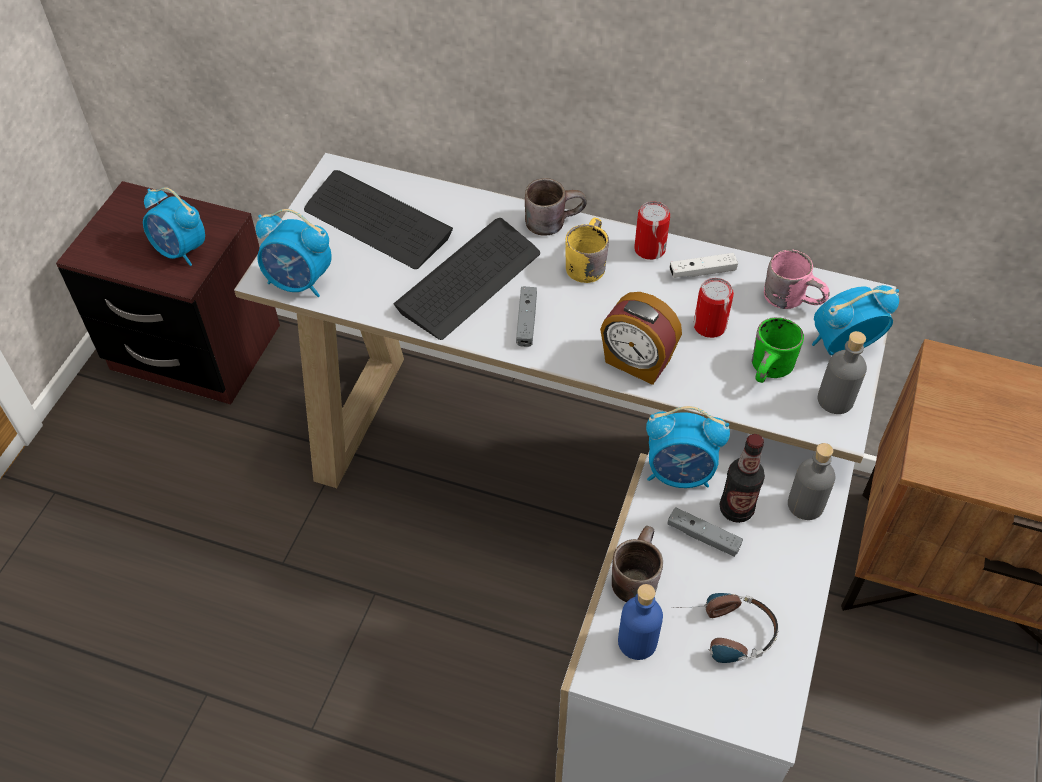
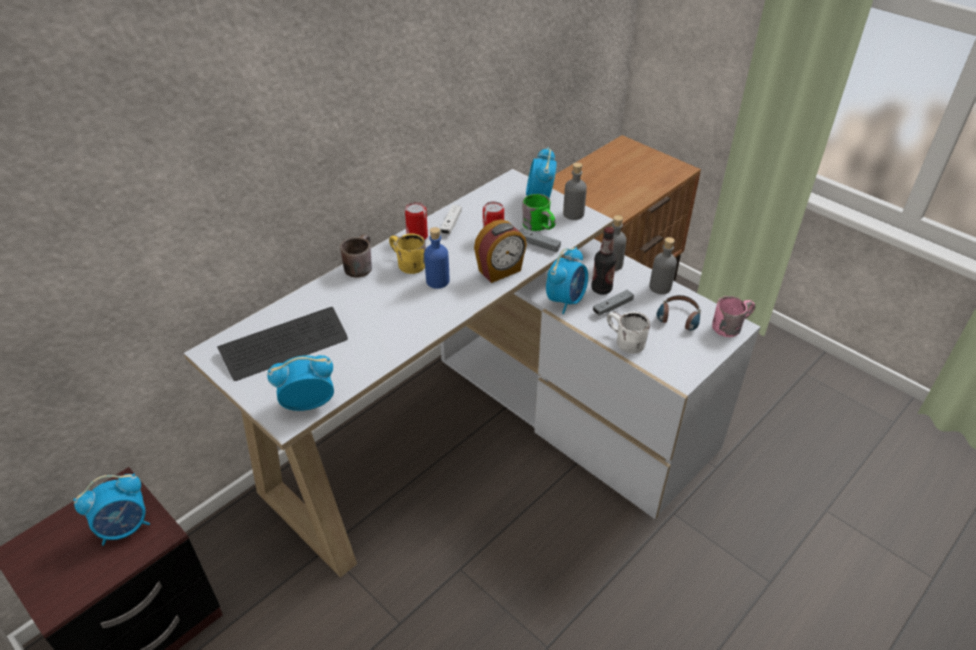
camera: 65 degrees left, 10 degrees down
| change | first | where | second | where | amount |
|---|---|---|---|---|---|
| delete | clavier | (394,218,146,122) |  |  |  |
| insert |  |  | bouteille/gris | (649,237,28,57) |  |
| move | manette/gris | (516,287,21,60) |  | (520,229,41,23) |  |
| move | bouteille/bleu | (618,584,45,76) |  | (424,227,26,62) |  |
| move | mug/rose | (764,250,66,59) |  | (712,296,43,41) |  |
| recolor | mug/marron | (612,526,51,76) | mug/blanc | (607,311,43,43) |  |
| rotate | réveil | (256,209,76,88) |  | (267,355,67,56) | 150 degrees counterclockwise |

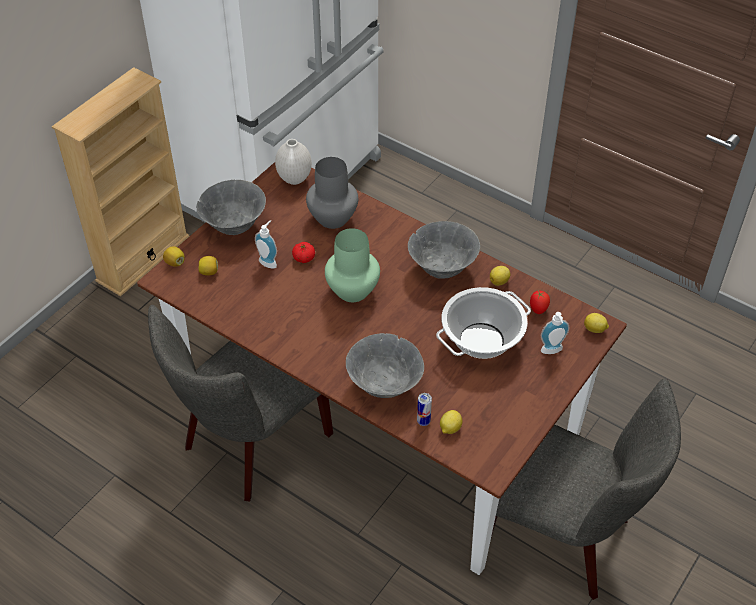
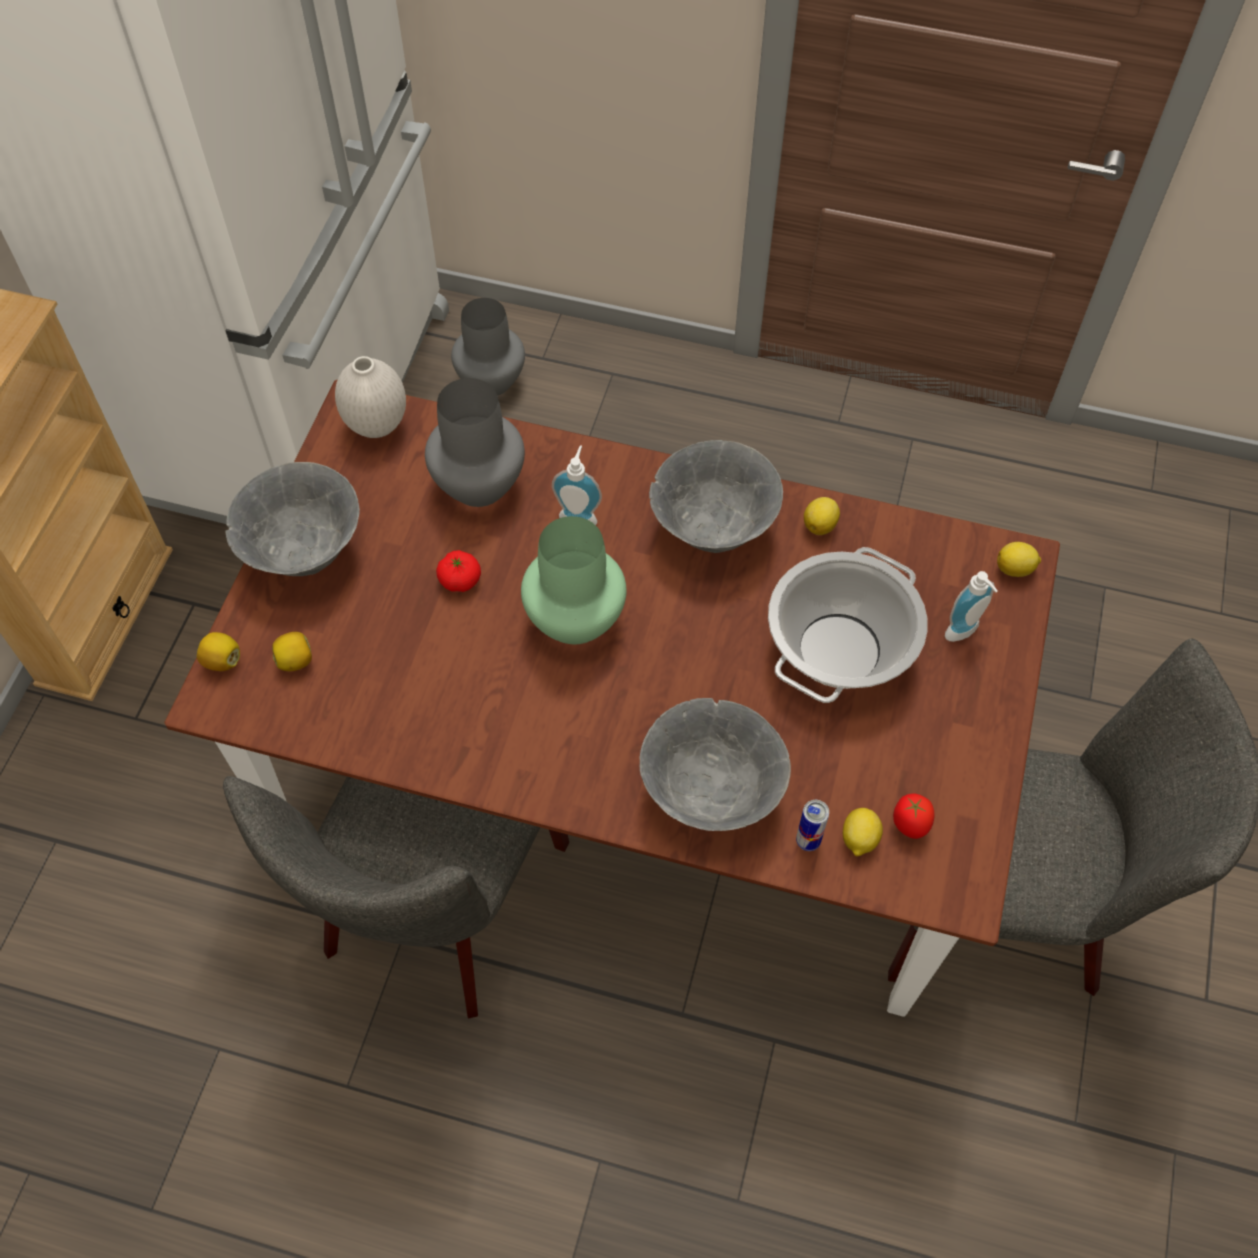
camera: 20 degrees left, 10 degrees up
| change | first | where | second | where | amount |
|---|---|---|---|---|---|
| insert |  |  | vase/gris | (451,298,74,98) |  |
| move | distributeur de savon | (255,220,22,49) |  | (552,445,50,80) |  |
| move | tomate | (530,291,20,23) |  | (893,794,42,45) |  |

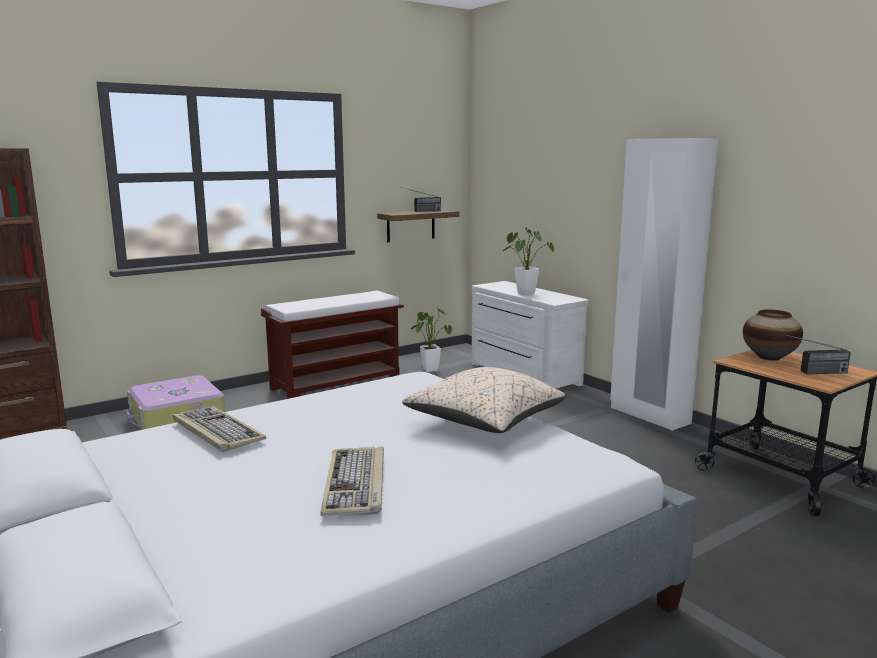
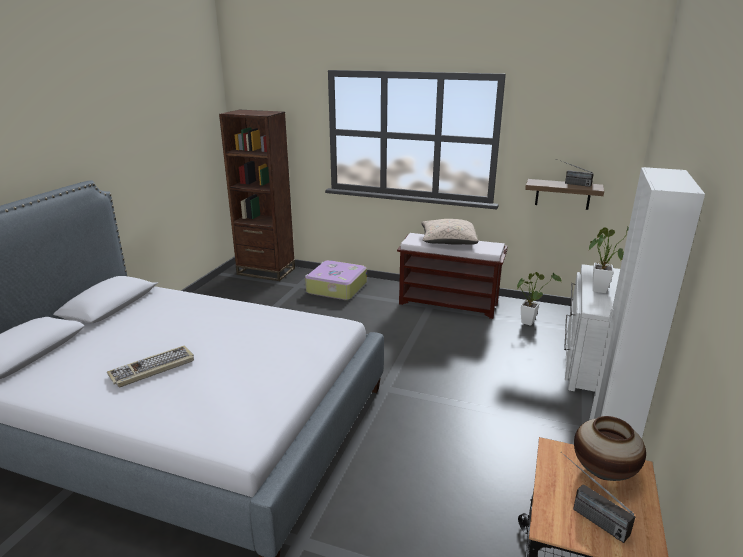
camera: 55 degrees right, 10 degrees up
| change | first | where | second | where | amount |
|---|---|---|---|---|---|
| delete | clavier | (173,406,93,46) |  |  |  |
| move | coussin/beige | (402,367,164,66) |  | (421,219,57,26) |  |

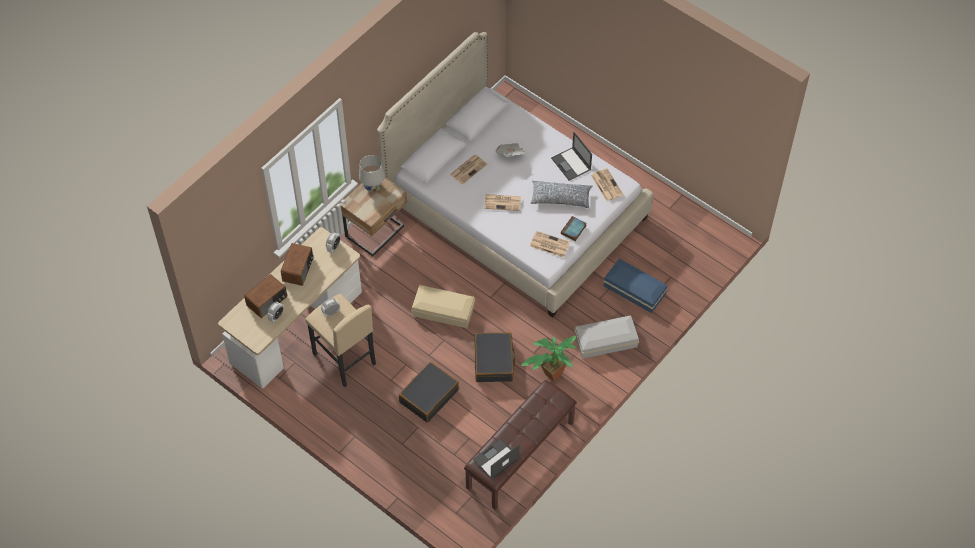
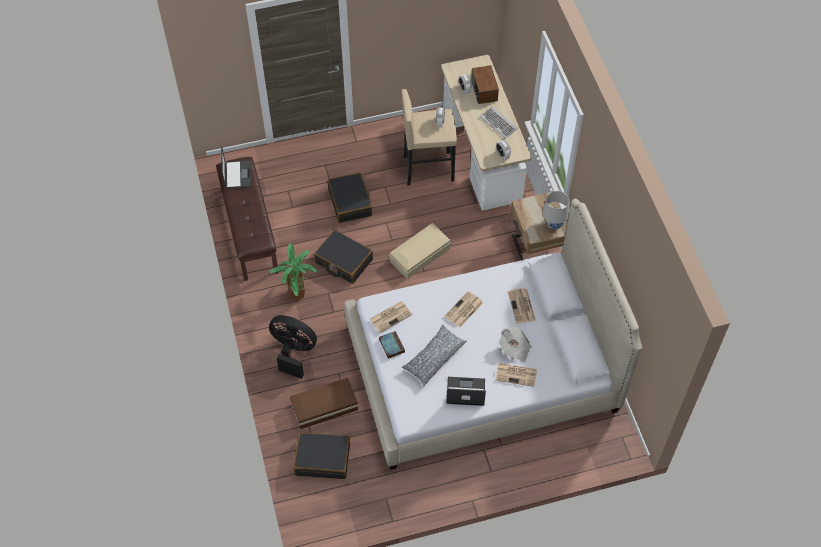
camera: 125 degrees right, 0 degrees up
| change | first | where | second | where | amount |
|---|---|---|---|---|---|
| insert |  |  | valise/noir | (294,432,56,47) |  |
| move | journal | (591,168,32,33) |  | (495,363,42,24) |  |
| replace | radio | (281,243,33,43) | clavier | (480,106,38,32) |  |
| replace | boîte de rangement/blanc | (574,315,65,44) | ventilateur/noir | (269,315,48,64) |  |
| recolor | boîte de rangement/bleu | (603,259,65,54) | boîte de rangement/marron | (290,378,69,51) |  |

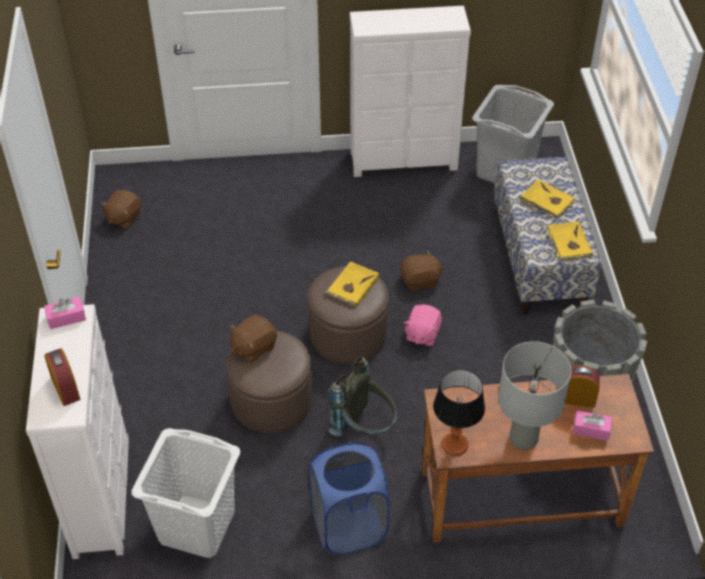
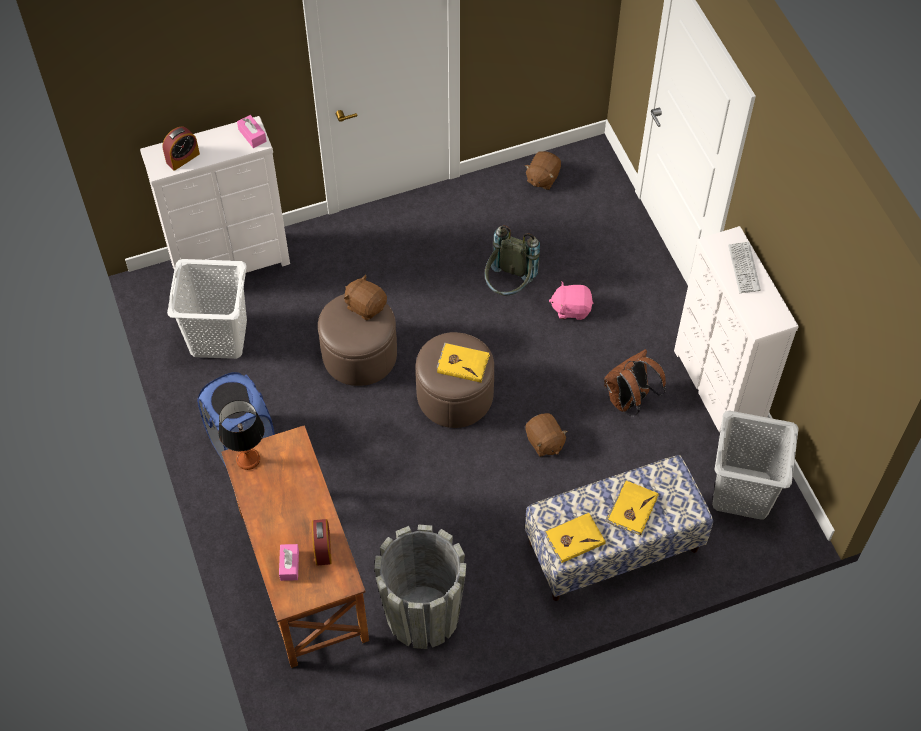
camera: 75 degrees right, 10 degrees up
| change | first | where | second | where | amount |
|---|---|---|---|---|---|
| delete | lampe de table/gris | (498,341,73,109) |  |  |  |
| insert |  |  | sac à dos/marron | (604,349,62,67) |  |
| insert |  |  | clavier | (728,242,33,51) |  |
| move | sac à dos/gris | (328,357,69,79) |  | (485,225,55,71) |  |
| move | peluche/rose | (403,304,39,42) |  | (549,281,44,39) |  |
| rotate | peluche/marron | (101,190,40,38) |  | (525,151,36,39) | 75 degrees counterclockwise |

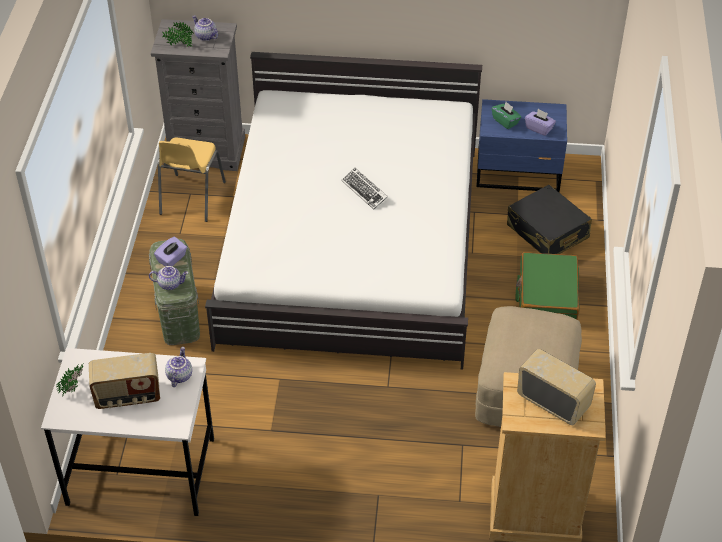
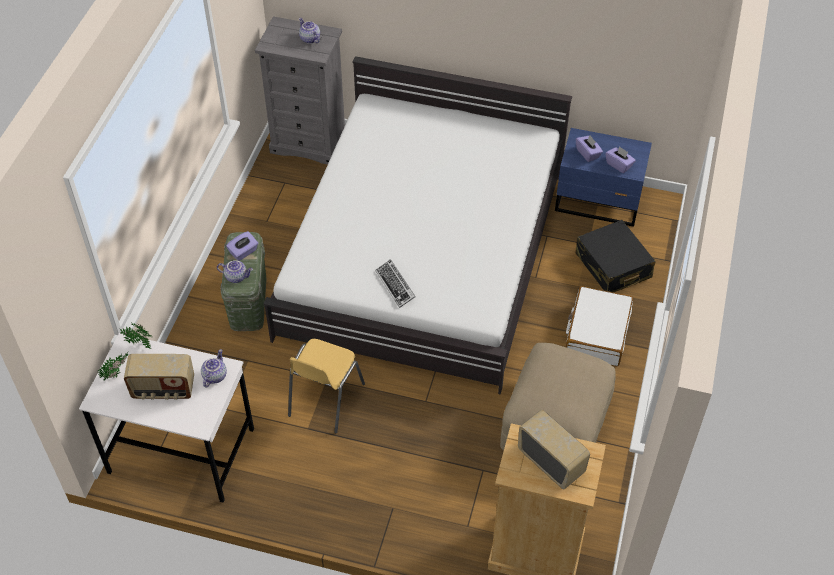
camera: 10 degrees right, 5 degrees up
| change | first | where | second | where | amount |
|---|---|---|---|---|---|
| move | chaise/jaune | (158,138,68,84) |  | (288,339,77,95) |  |
| move | plante en pot | (162,22,32,25) |  | (120,323,33,26) |  |
| move | clavier | (341,168,47,41) |  | (375,259,40,49) |  |
| recolor | boîte à mouchoirs/vert | (492,102,29,27) | boîte à mouchoirs/violet | (576,135,27,27) |  |
| recolor | valise/vert | (515,252,65,68) | valise/blanc | (566,286,67,80) |  |

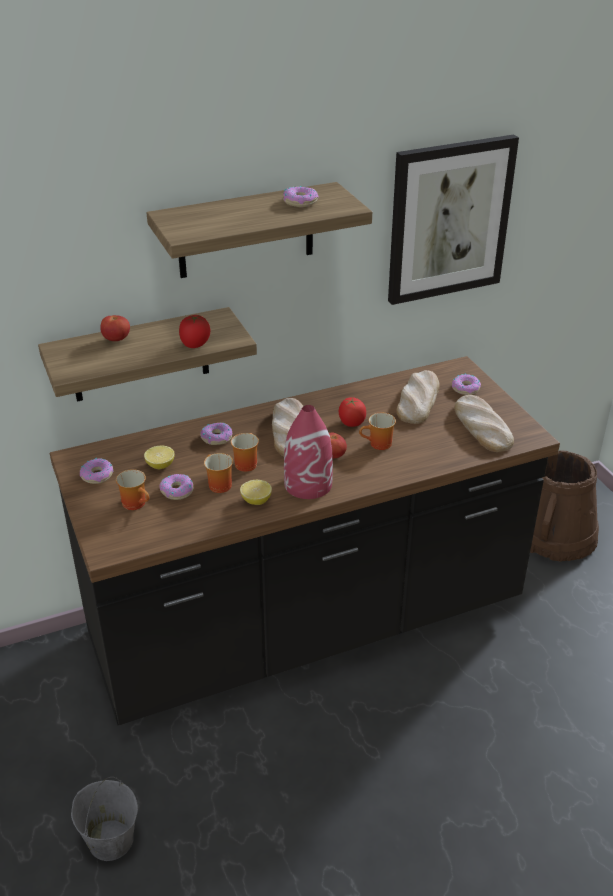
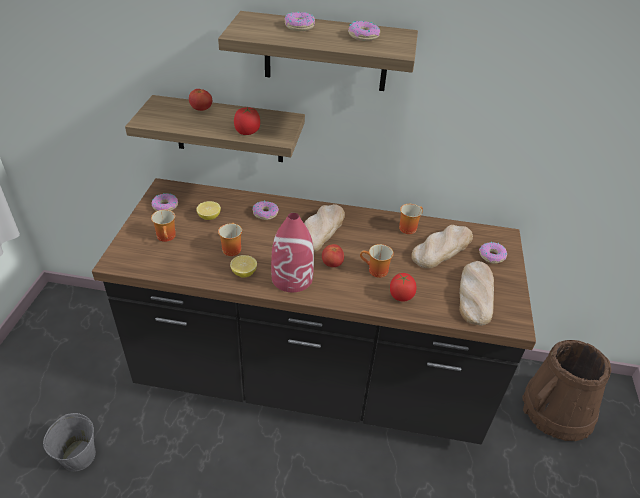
camera: 30 degrees right, 5 degrees up
| change | first | where | second | where | amount |
|---|---|---|---|---|---|
| delete | tableau | (388,134,131,171) |  |  |  |
| move | beignet | (159,474,34,26) |  | (284,12,31,19) |  |
| move | mug | (231,433,28,39) |  | (399,204,24,30) |  |
| move | tomate | (339,397,27,30) |  | (390,273,27,29) |  |

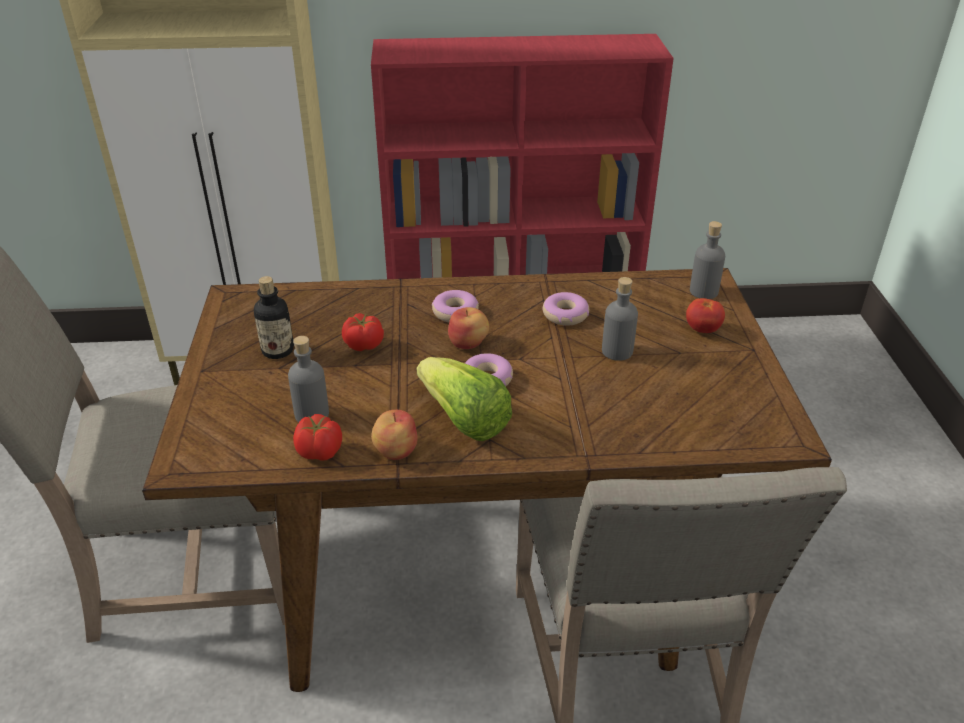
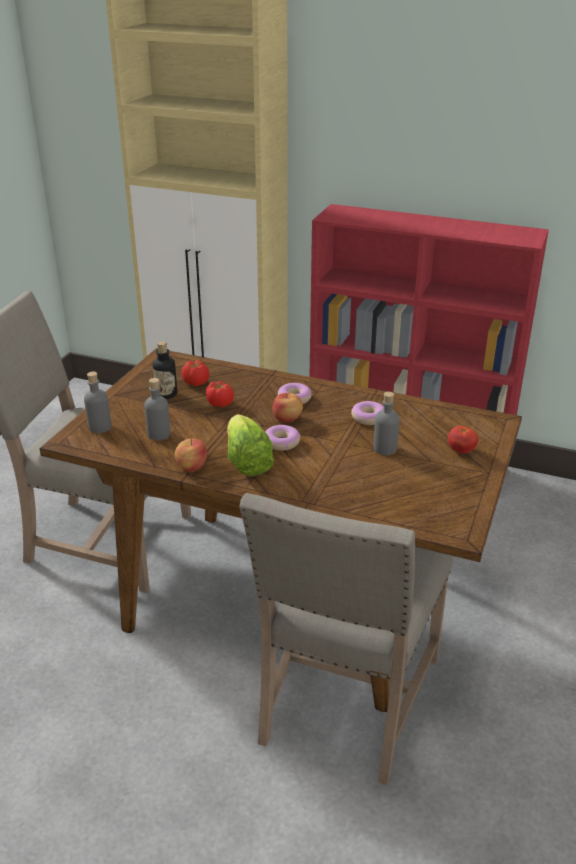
camera: 25 degrees right, 5 degrees down
| change | first | where | second | where | amount |
|---|---|---|---|---|---|
| move | tomate | (293,414,49,47) |  | (181,360,28,26) |  |
| move | bouteille/gris | (690,221,35,78) |  | (84,371,28,62) |  |

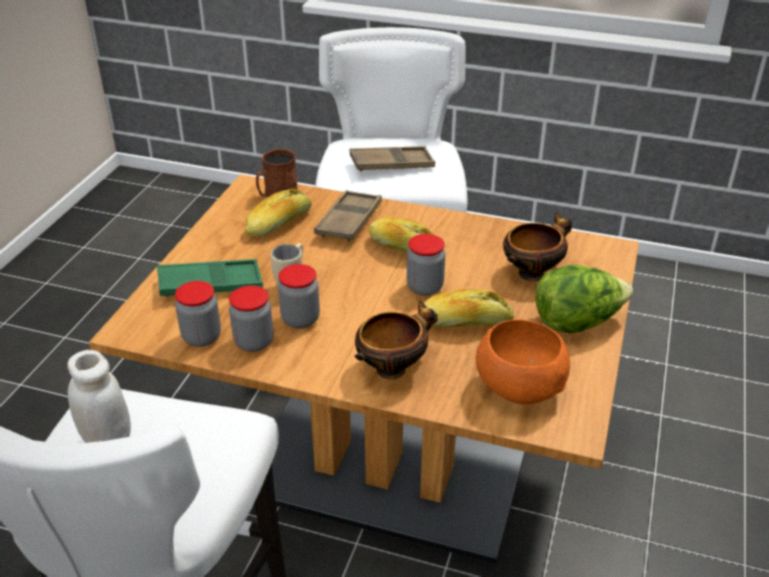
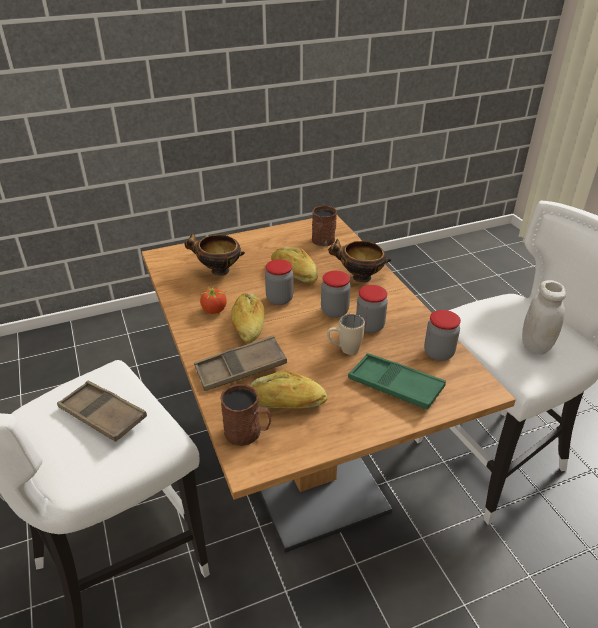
camera: 130 degrees left, 0 degrees up
| change | first | where | second | where | amount |
|---|---|---|---|---|---|
| delete | laitue | (536,264,97,69) |  |  |  |
| insert |  |  | tomate | (199,286,28,28) |  |
| move | bocal | (229,285,44,67) |  | (321,271,30,47) |  |
| replace | bol/orange | (476,319,94,85) | mug/marron | (312,206,25,40) |  |

